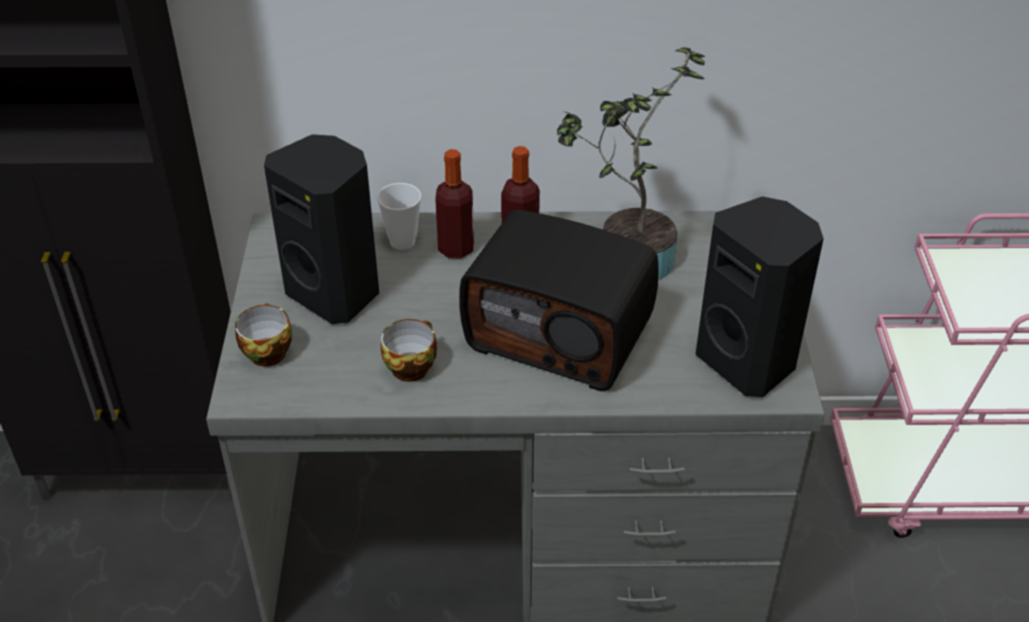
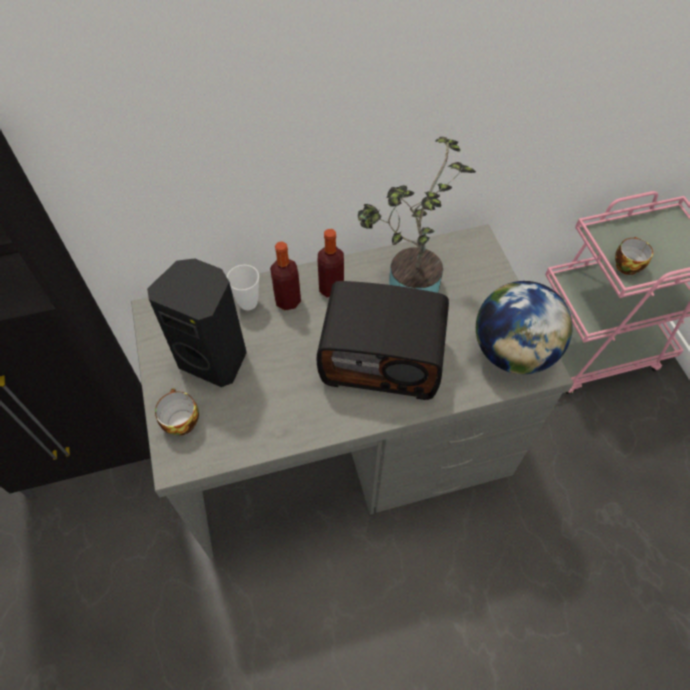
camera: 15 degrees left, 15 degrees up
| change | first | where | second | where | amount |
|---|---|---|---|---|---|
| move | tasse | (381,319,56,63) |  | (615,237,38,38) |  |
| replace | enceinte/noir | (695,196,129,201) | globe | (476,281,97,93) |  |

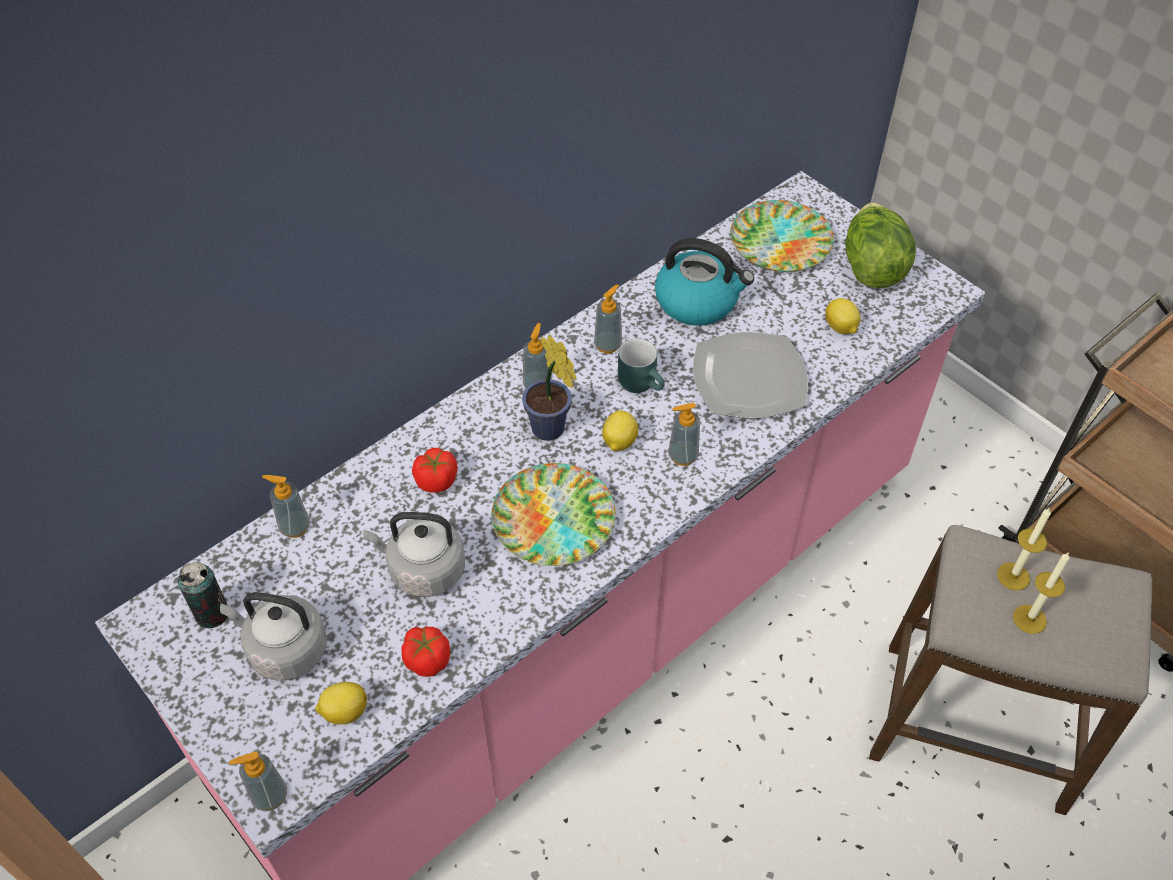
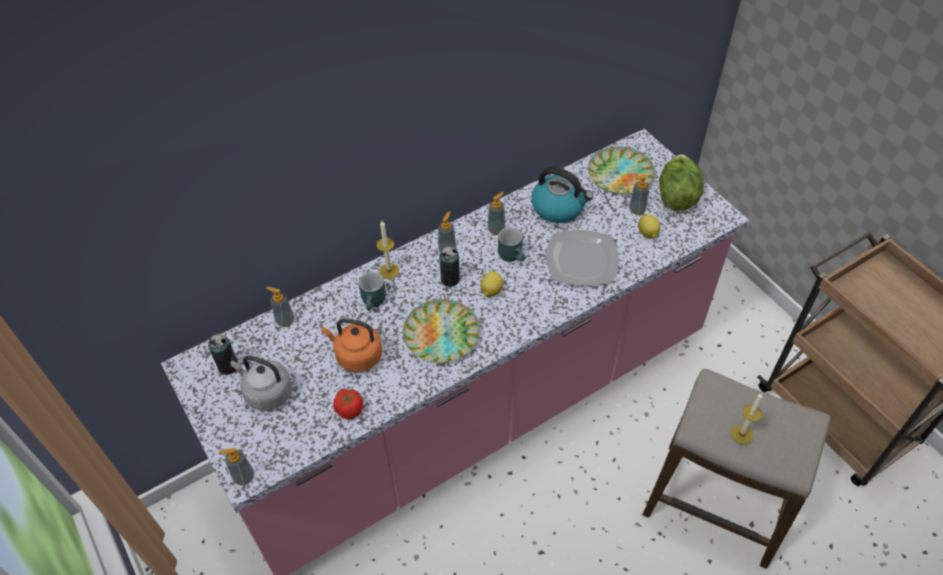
camera: 10 degrees right, 0 degrees up
| change | first | where | second | where | amount |
|---|---|---|---|---|---|
| delete | citron | (315,682,52,42) |  |  |  |
| move | distributeur de savon | (668,402,32,64) |  | (629,175,20,40) |  |
| move | bougie | (997,507,54,84) |  | (377,221,22,58) |  |
| replace | tomate | (412,448,45,44) | mug/turquoise | (359,272,27,39) |  |
| replace | plante en pot | (522,334,55,107) | boîte métallique | (439,246,21,41) |  |
| recolor | bouilloire/gris | (363,512,102,85) | bouilloire/orange | (322,318,60,54) |  |

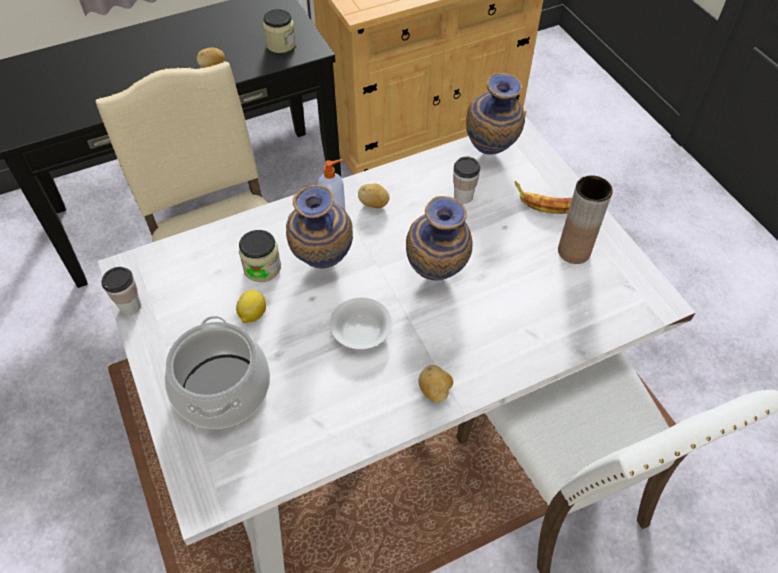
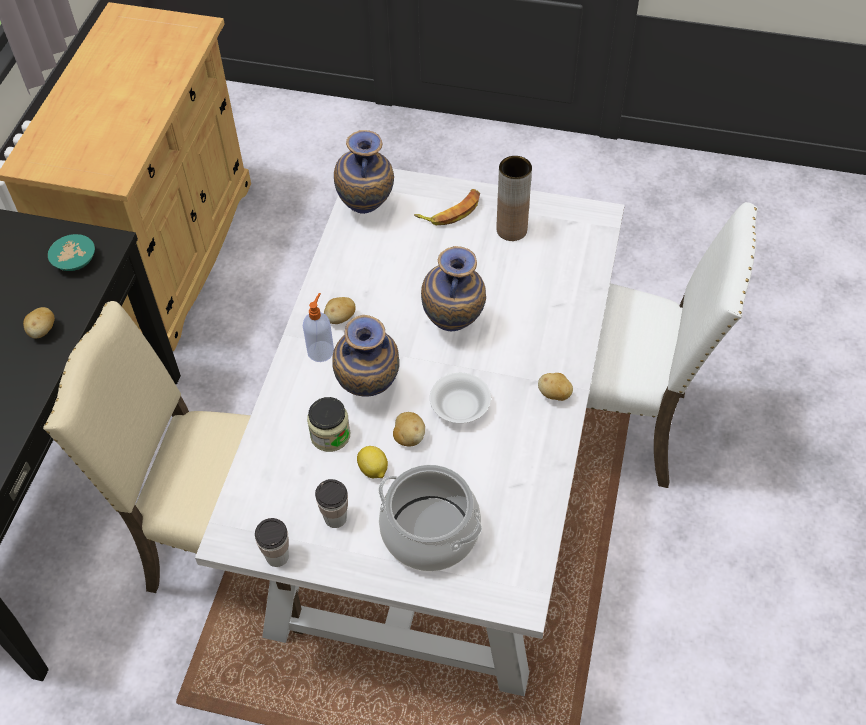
camera: 50 degrees left, 0 degrees up
| change | first | where | second | where | amount |
|---|---|---|---|---|---|
| insert |  |  | pomme de terre | (393,412,32,35) |  |
| move | tasse | (453,157,27,47) |  | (315,479,33,49) |  |
| replace | bocal | (263,9,33,44) | bol/turquoise | (48,234,47,37) |  |

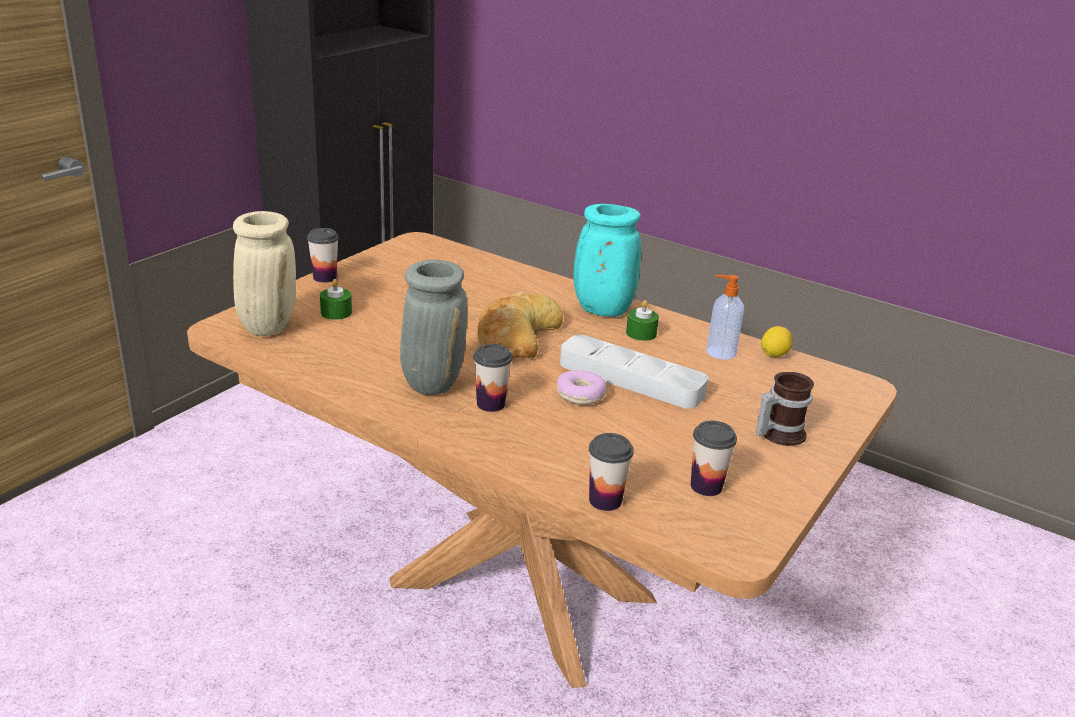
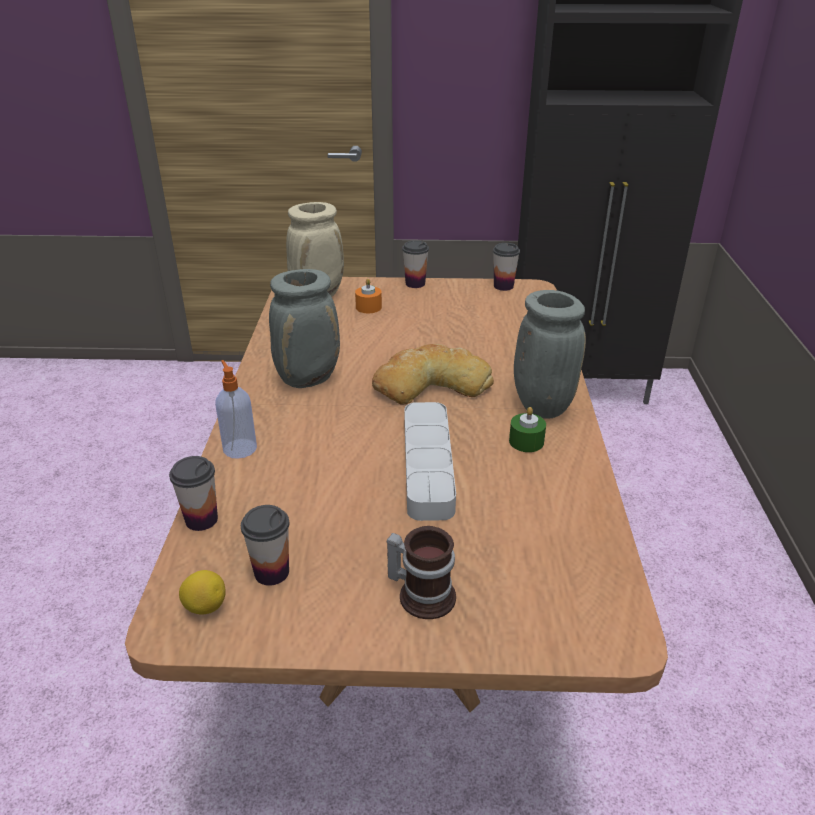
camera: 60 degrees right, 5 degrees up
| change | first | where | second | where | amount |
|---|---|---|---|---|---|
| delete | beignet | (557,370,50,35) |  |  |  |
| move | tasse | (473,344,39,68) |  | (493,243,27,48) |  |
| move | distributeur de savon | (706,275,38,85) |  | (215,360,42,99) |  |
| move | citron | (761,326,32,31) |  | (179,570,47,44) |  |
| recolor | bougie/vert | (320,279,32,41) | bougie/orange | (355,278,27,35) |  |
| recolor | vase/turquoise | (574,204,67,113) | vase/gris | (514,290,72,129) |  |

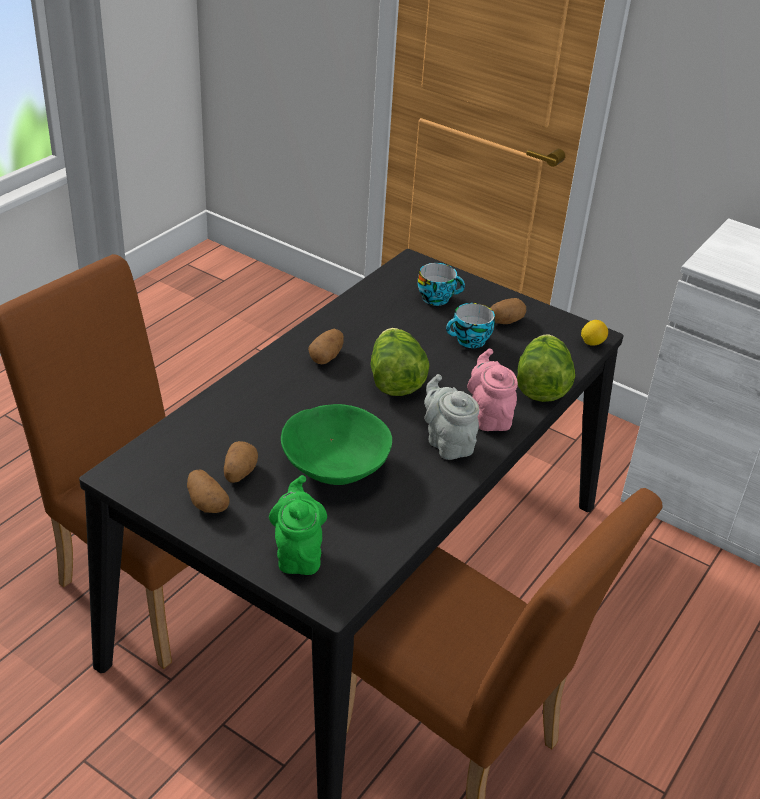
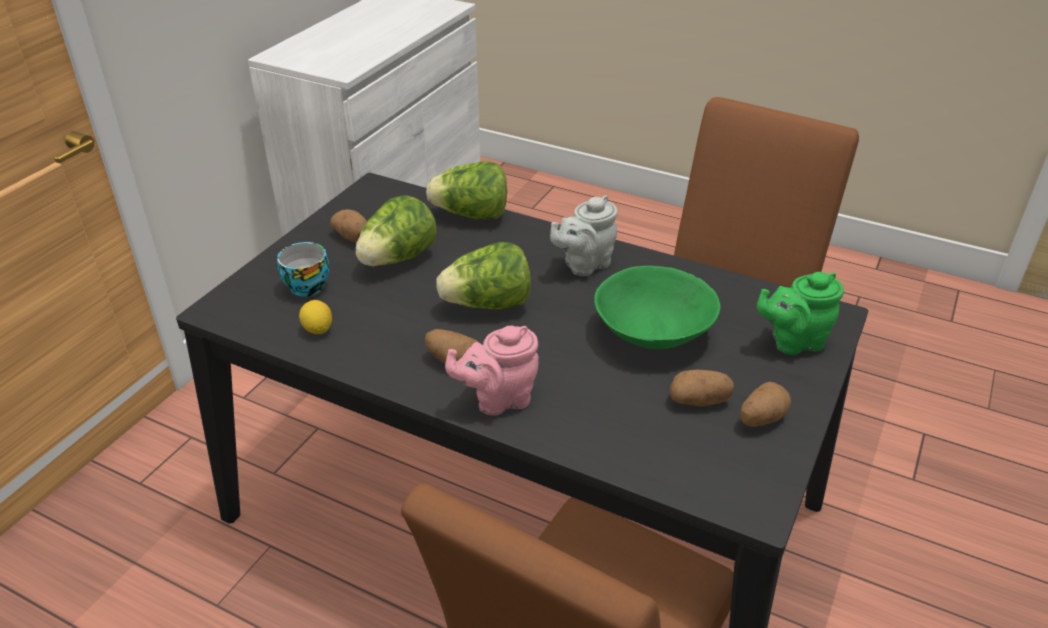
camera: 95 degrees left, 0 degrees up
| change | first | where | second | where | amount |
|---|---|---|---|---|---|
| move | théière/rose | (467,348,51,83) |  | (445,326,94,90) |  |
| move | citron | (581,320,27,26) |  | (299,300,33,34) |  |
| replace | tasse | (446,303,49,45) | laitue | (355,195,82,71) |  |

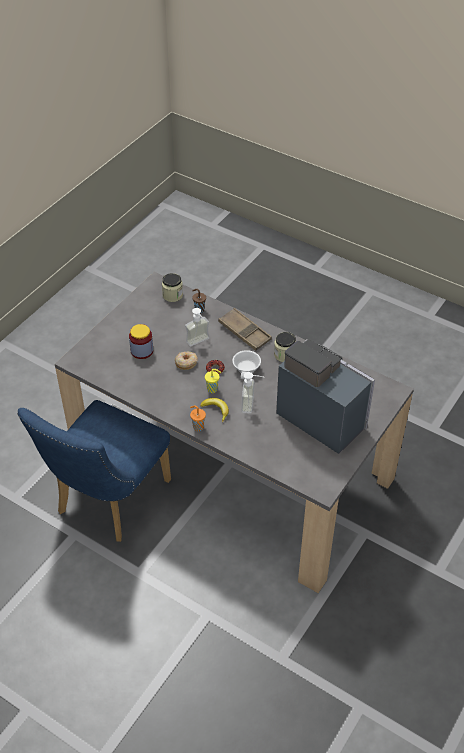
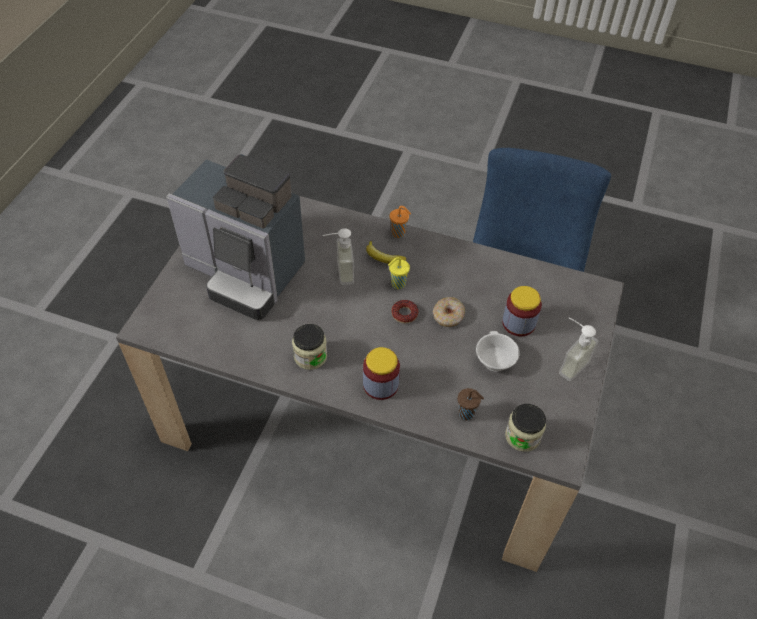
camera: 165 degrees right, 5 degrees up
| change | first | where | second | where | amount |
|---|---|---|---|---|---|
| move | distributeur de savon | (185,308,25,39) |  | (559,318,39,63) |  |
| move | tasse/blanc | (232,350,29,29) |  | (476,331,44,41) |  |
| replace | plateau/marron | (218,308,54,43) | bocal | (363,347,37,53) |  |

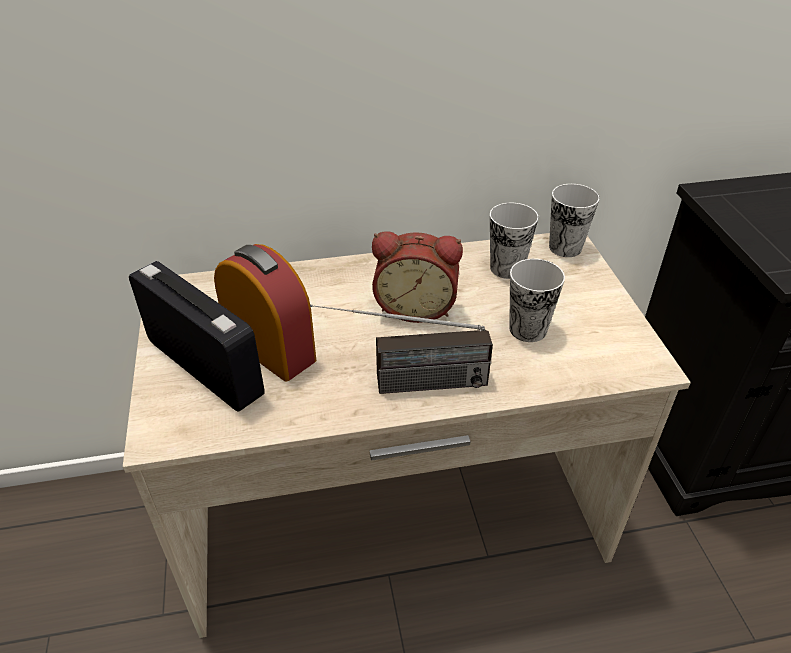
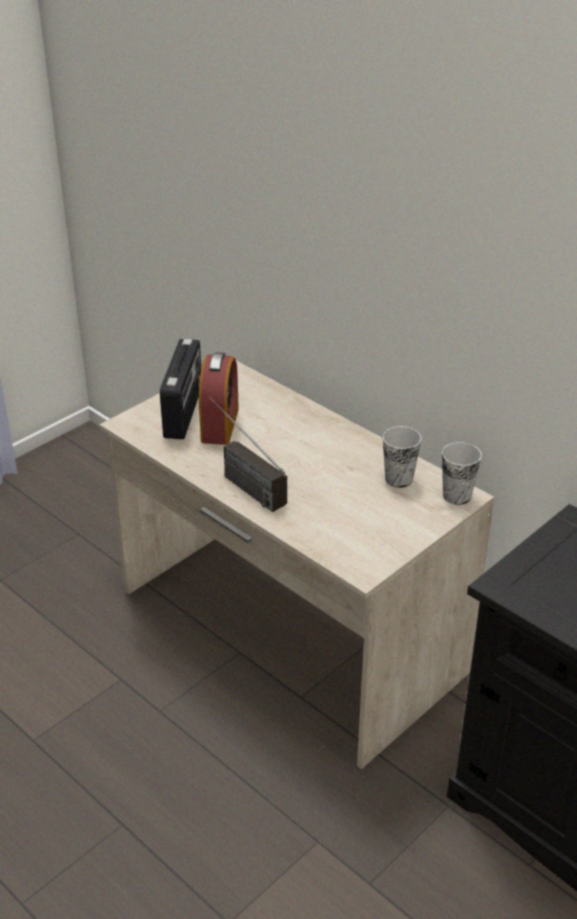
camera: 55 degrees right, 5 degrees down
| change | first | where | second | where | amount |
|---|---|---|---|---|---|
| delete | réveil | (372,231,91,92) |  |  |  |
| delete | tasse | (509,259,56,83) |  |  |  |

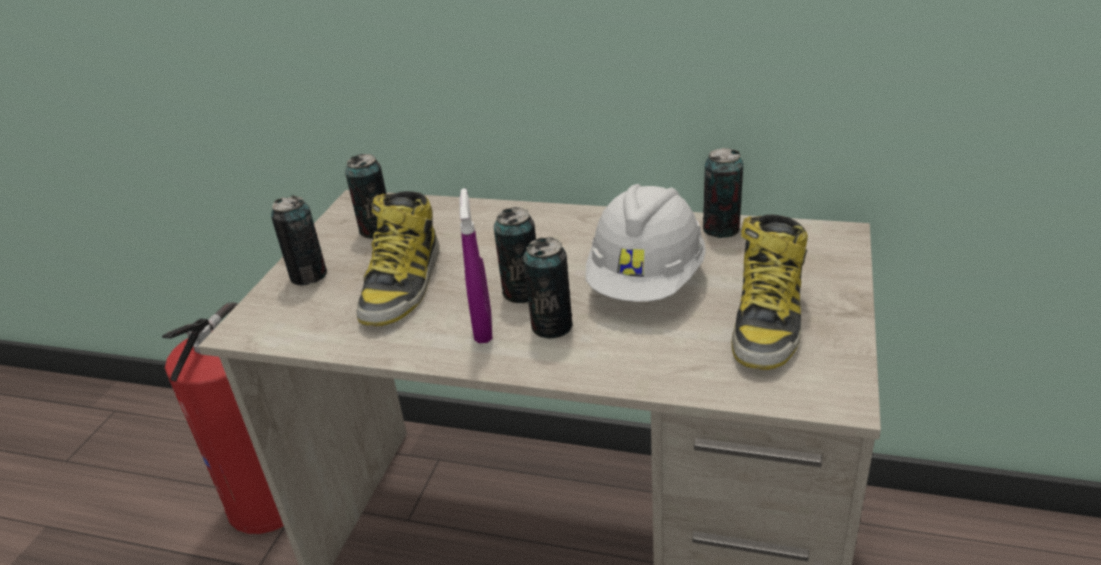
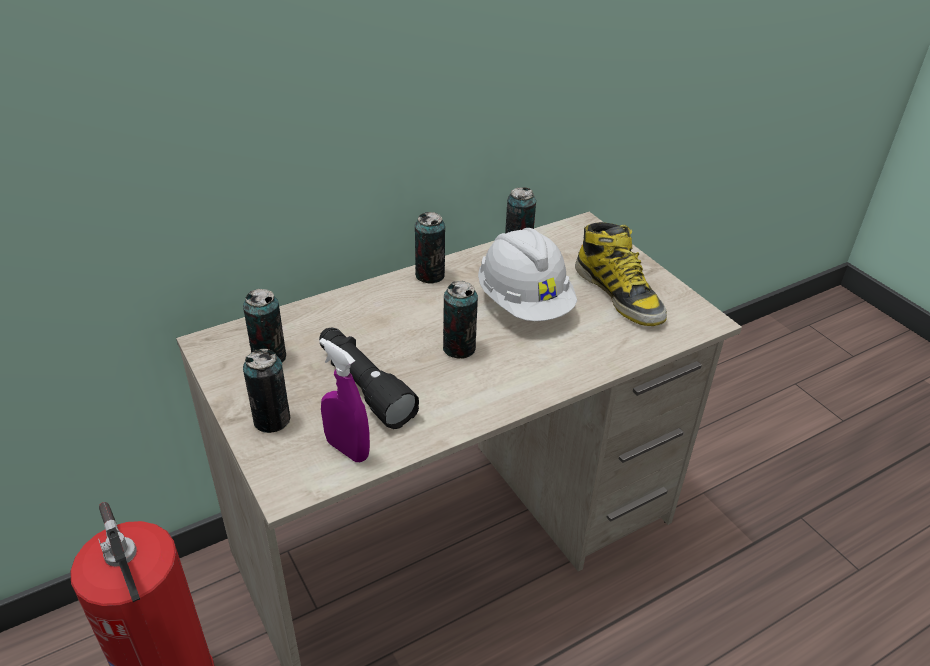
camera: 50 degrees left, 5 degrees up
| change | first | where | second | where | amount |
|---|---|---|---|---|---|
| move | vaporisateur/violet | (459,188,33,155) |  | (319,338,51,124) |  |
| move | boîte métallique | (523,237,50,101) |  | (415,212,30,72) |  |
| replace | botte | (356,191,84,135) | lampe de poche/noir | (319,328,100,101) |  |

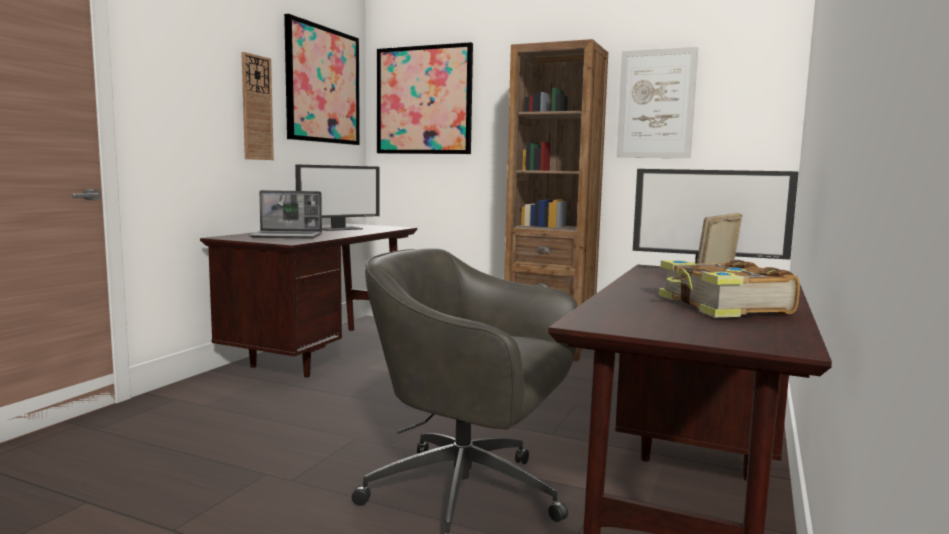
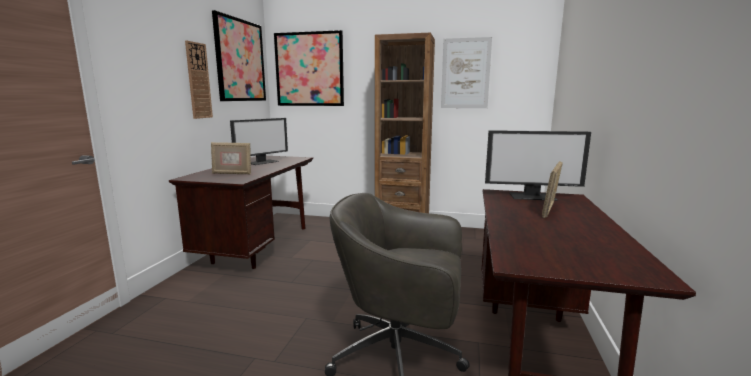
camera: 10 degrees left, 5 degrees up
| change | first | where | second | where | amount |
|---|---|---|---|---|---|
| delete | livre | (659,260,141,57) |  |  |  |
| replace | ordinateur portable | (249,190,73,49) | cadre photo | (211,142,40,32) |  |

